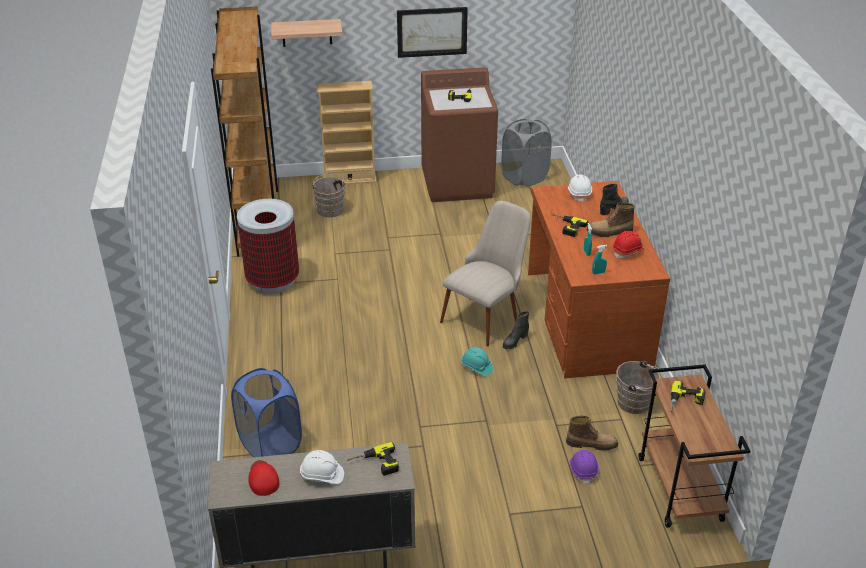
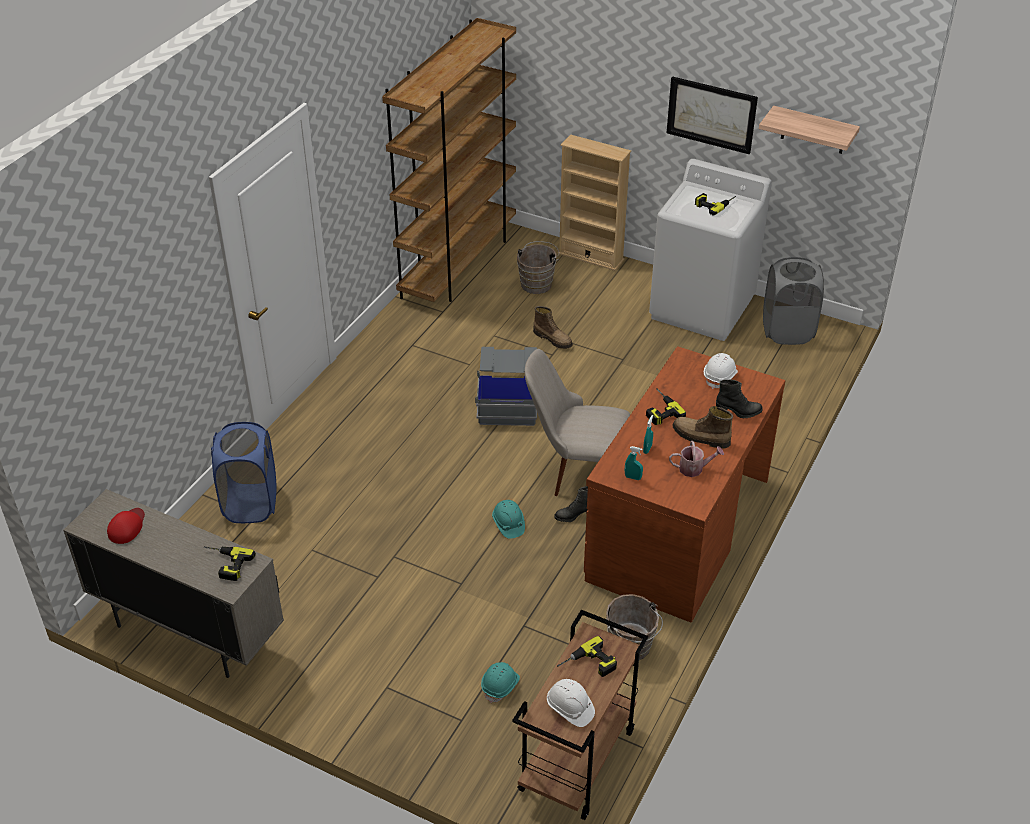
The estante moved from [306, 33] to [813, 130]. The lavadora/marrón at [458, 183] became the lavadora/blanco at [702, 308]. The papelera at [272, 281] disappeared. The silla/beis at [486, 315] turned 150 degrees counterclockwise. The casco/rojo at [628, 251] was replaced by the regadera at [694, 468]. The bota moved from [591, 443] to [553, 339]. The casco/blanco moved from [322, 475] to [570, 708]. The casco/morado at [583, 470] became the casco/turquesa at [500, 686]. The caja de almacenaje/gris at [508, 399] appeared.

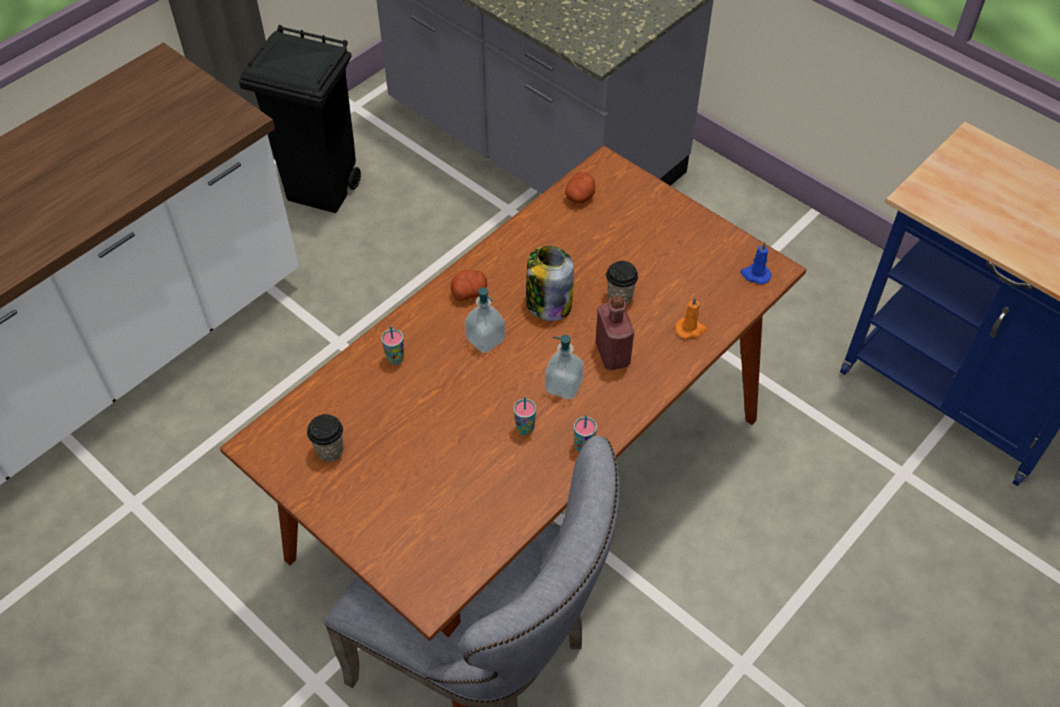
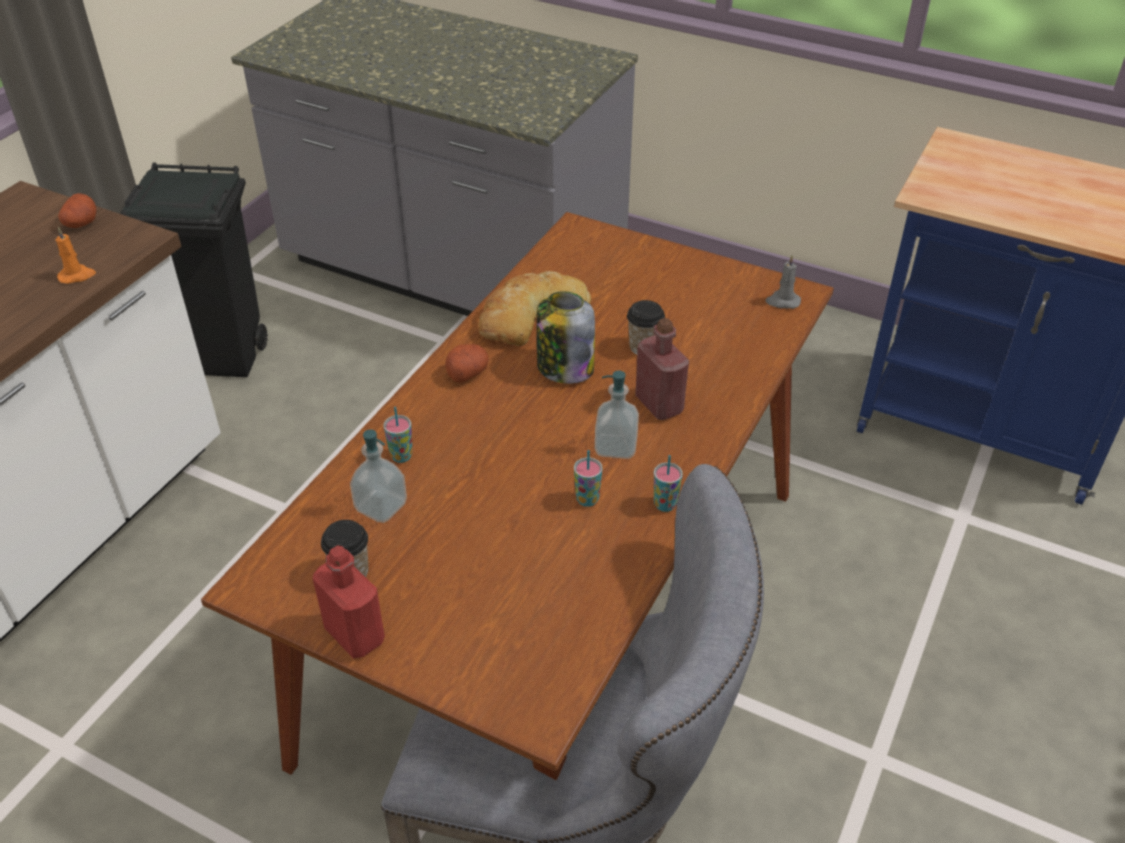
The patata moved from [580, 196] to [81, 223]. The vela/azul at [755, 275] became the vela/gris at [782, 301]. The dispensador de jabón moved from [485, 339] to [381, 507]. The vela/naranja moved from [690, 329] to [77, 276]. The pan at [530, 315] appeared. The botella/rojo at [355, 635] appeared.

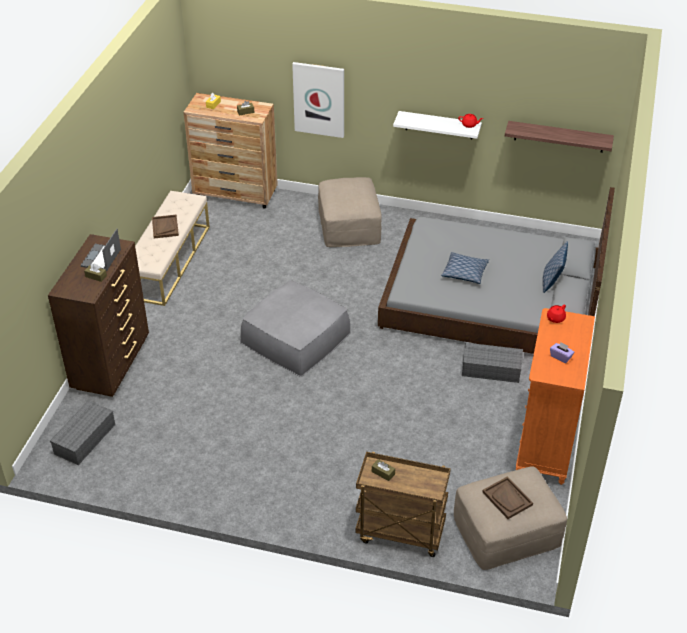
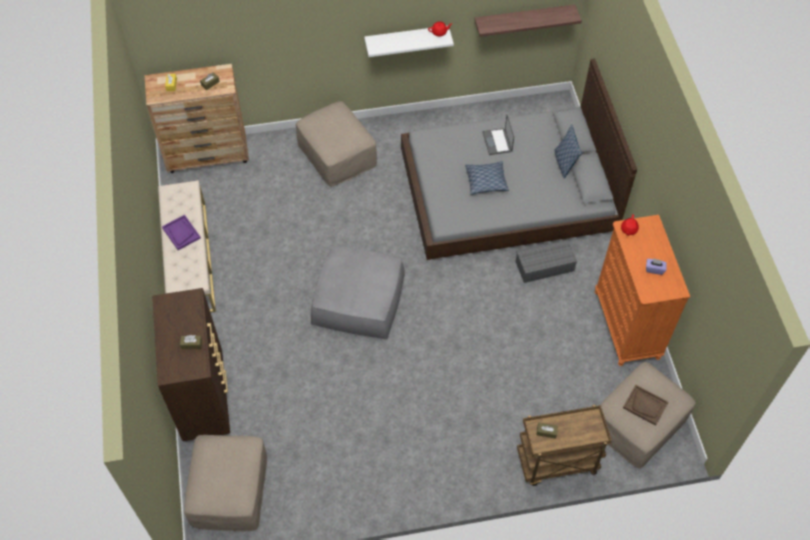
The cuadro at [319, 99] disappeared. The bandeja/marrón at [165, 227] became the bandeja/morado at [181, 233]. The portátil moved from [101, 258] to [497, 142]. The caja de almacenaje/gris at [85, 440] was replaced by the puf/beis at [229, 489].

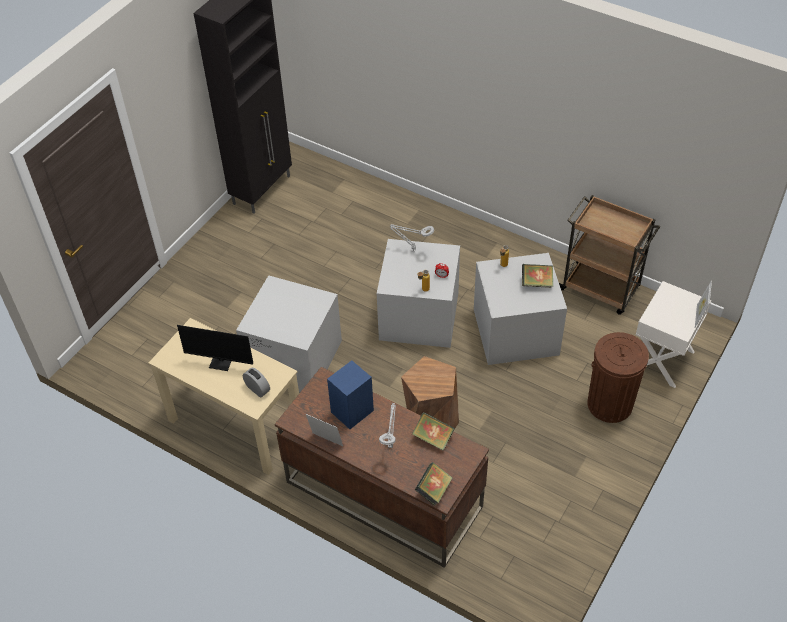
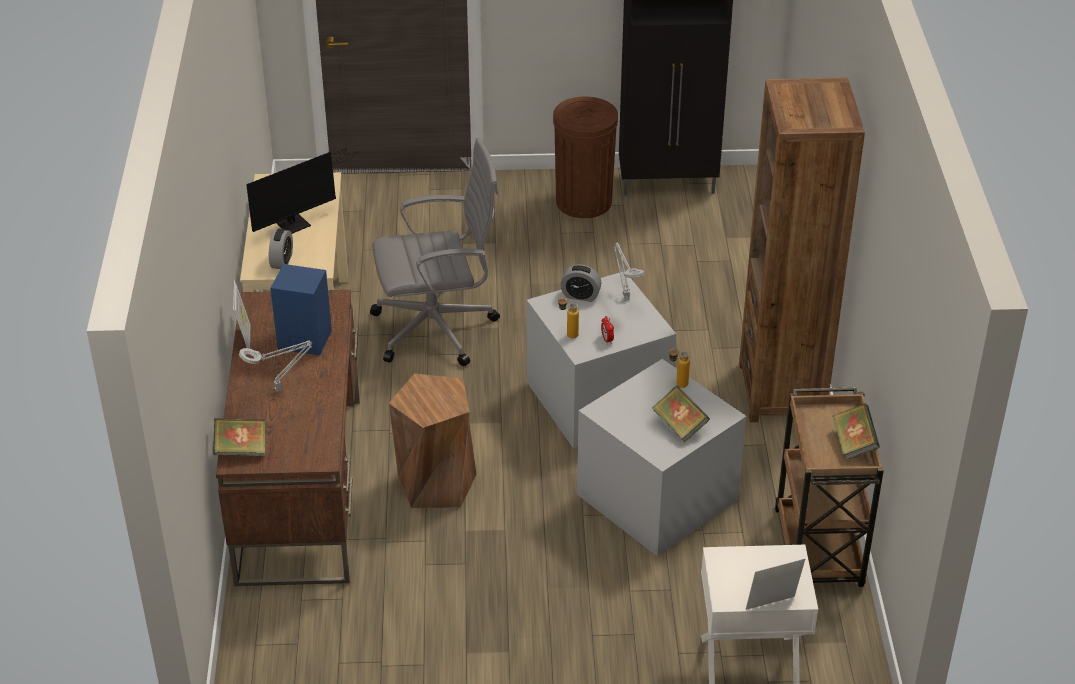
The caja de almacenaje/gris at [295, 357] was replaced by the silla de oficina/gris at [438, 328]. The monitor at [224, 363] turned 105 degrees counterclockwise. The papelera/marrón moved from [609, 404] to [583, 201]. The libro moved from [433, 438] to [853, 444]. The estantería/marrón at [782, 391] appeared. The despertador at [580, 296] appeared.

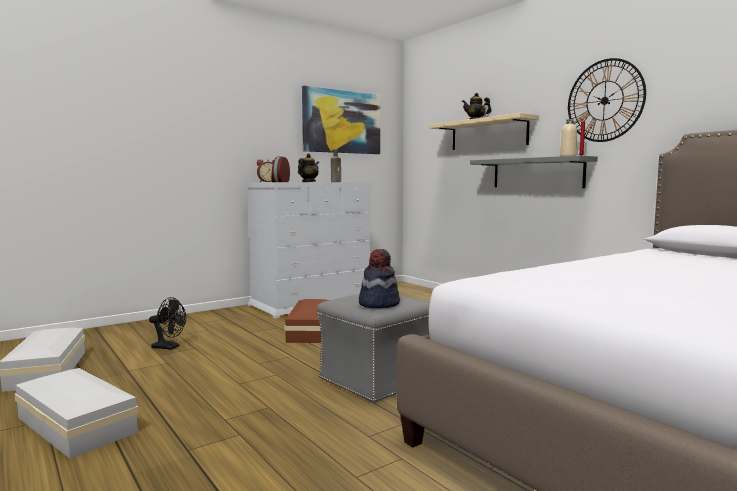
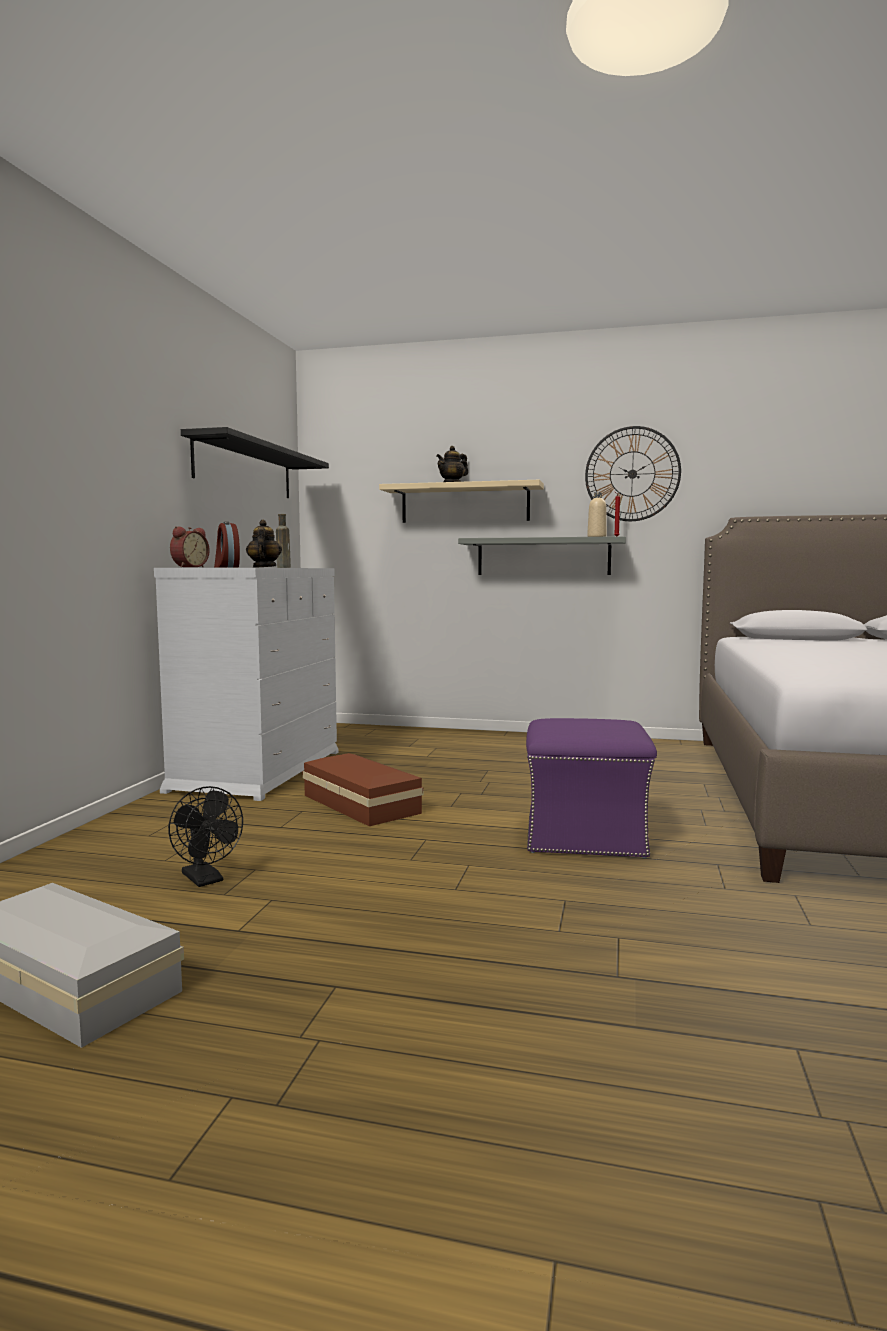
The cuadro at [342, 122] was replaced by the estante/negro at [245, 469]. The sombrero at [378, 304] disappeared. The puf/gris at [376, 380] became the puf/morado at [586, 836]. The ventilador/negro at [169, 347] turned 75 degrees clockwise. The caja de almacenaje/blanco at [77, 424] disappeared.

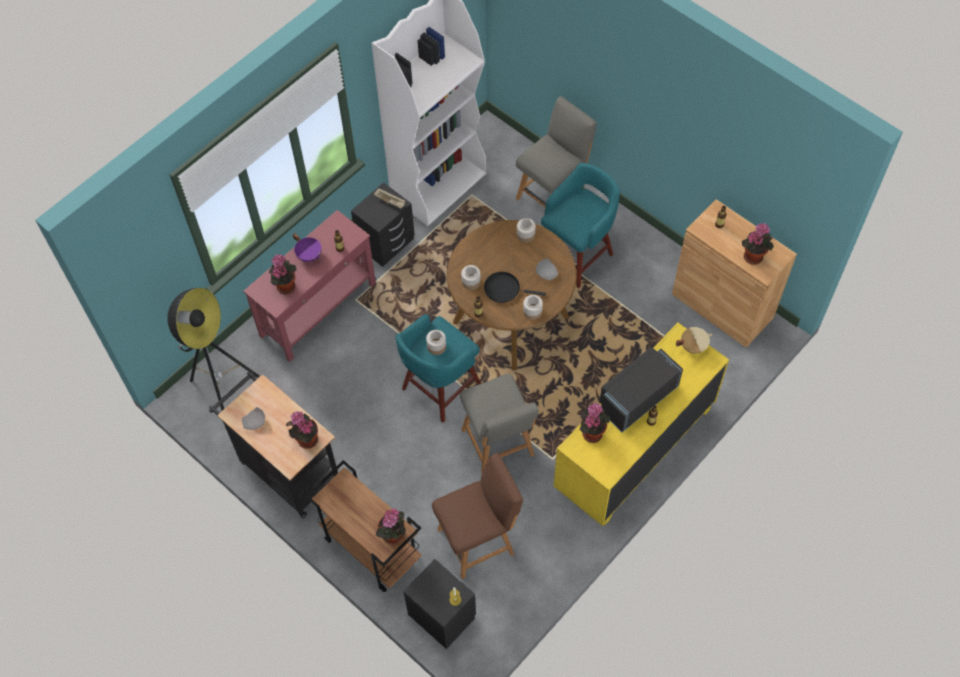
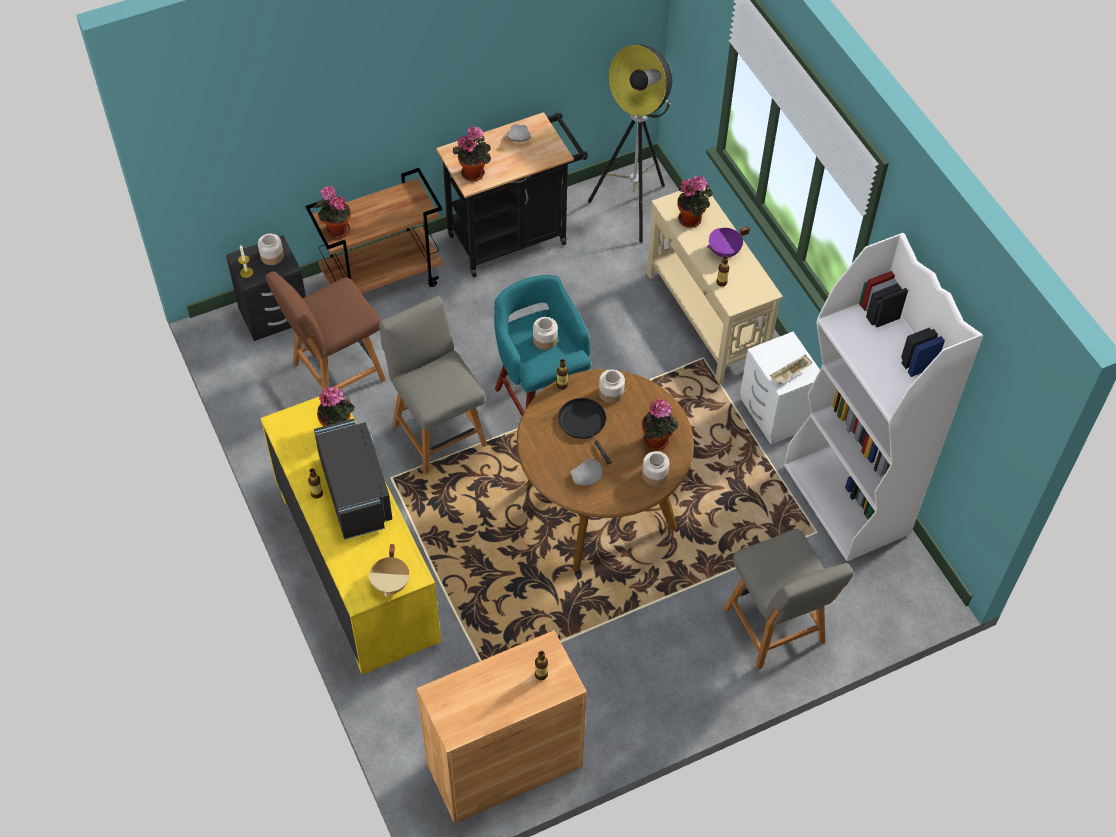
The taburete/turquesa at [577, 255] disappeared. The mesita de noche/negro at [385, 243] became the mesita de noche/blanco at [776, 413]. The mesa consola/rojo at [319, 309] became the mesa consola/beis at [705, 320]. The planta en maceta moved from [753, 255] to [658, 441]. The sartén/negro at [504, 289] turned 60 degrees counterclockwise. The tarro moved from [532, 312] to [272, 256]. The silla/gris at [498, 445] turned 60 degrees clockwise. The silla/marrón at [478, 540] turned 60 degrees clockwise.

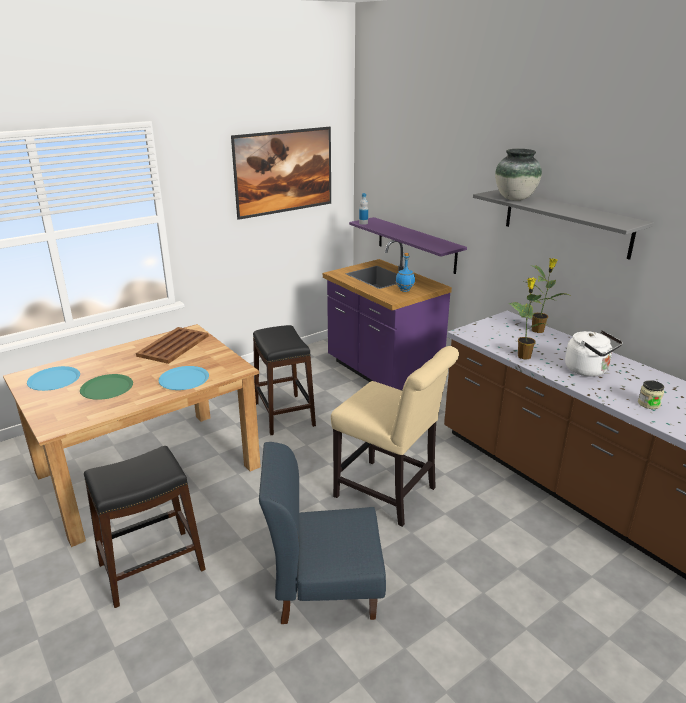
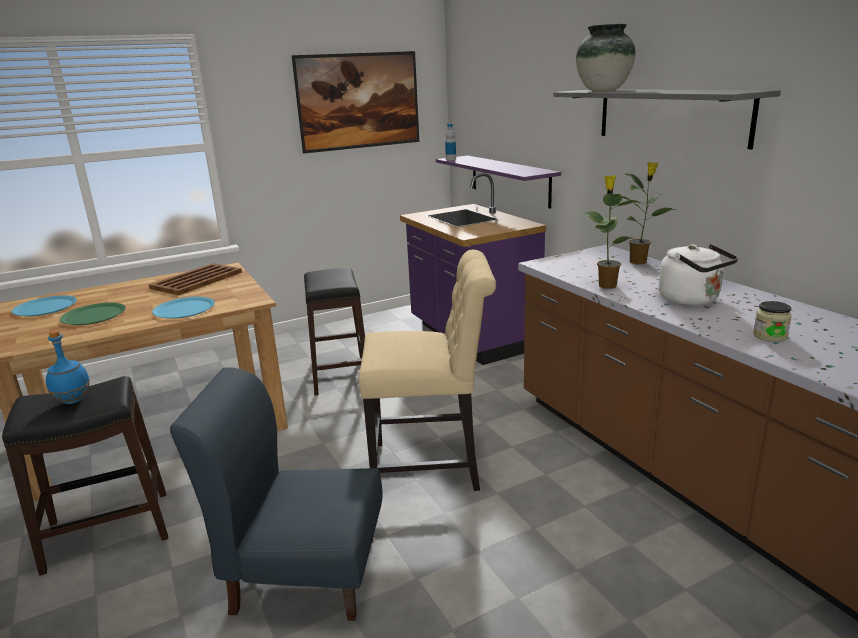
The botella/azul moved from [405, 290] to [74, 400]. The silla/beis at [390, 494] turned 45 degrees counterclockwise.

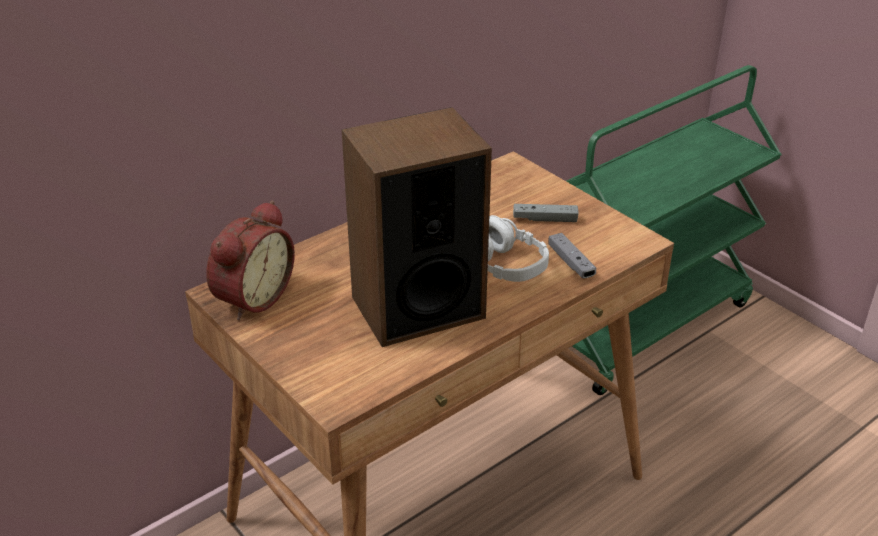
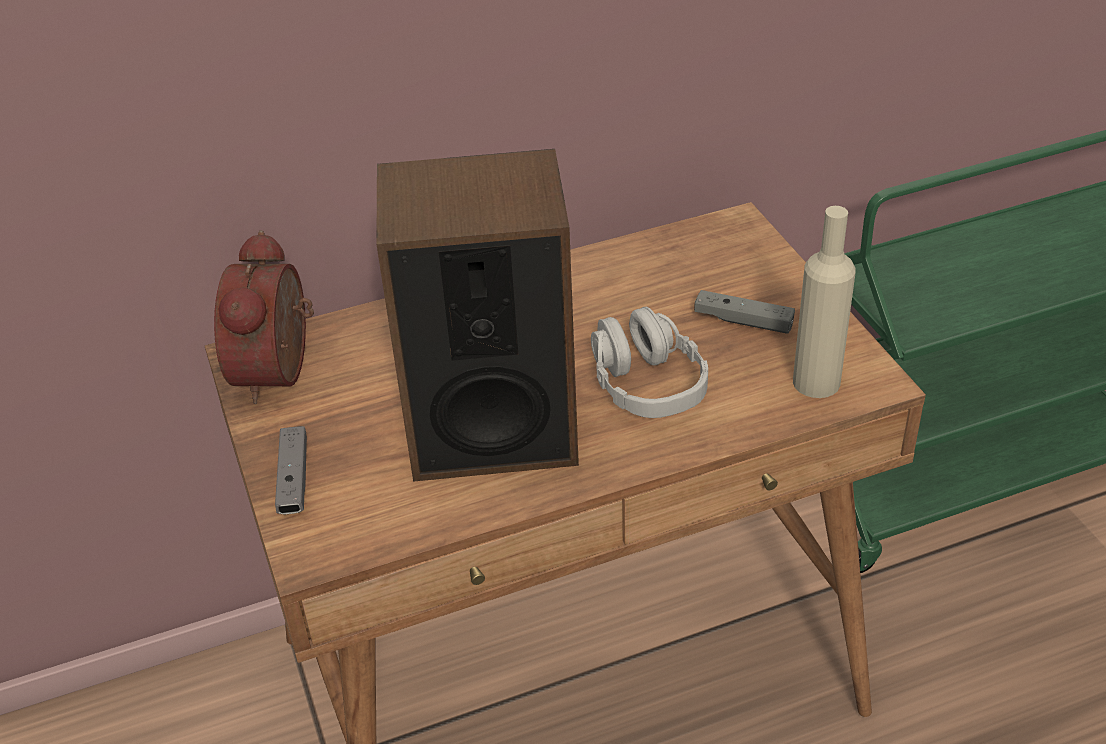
The despertador at [251, 297] turned 135 degrees clockwise. The mando de consola/gris moved from [571, 263] to [294, 480]. The botella/beis at [816, 382] appeared.

